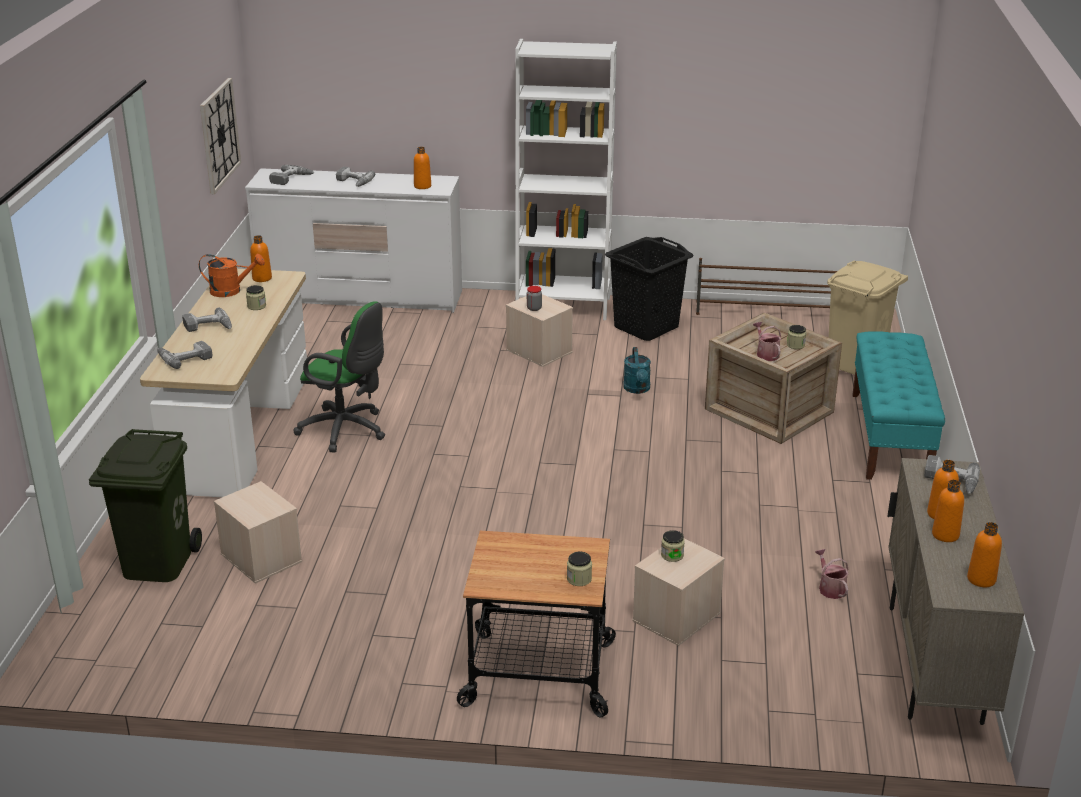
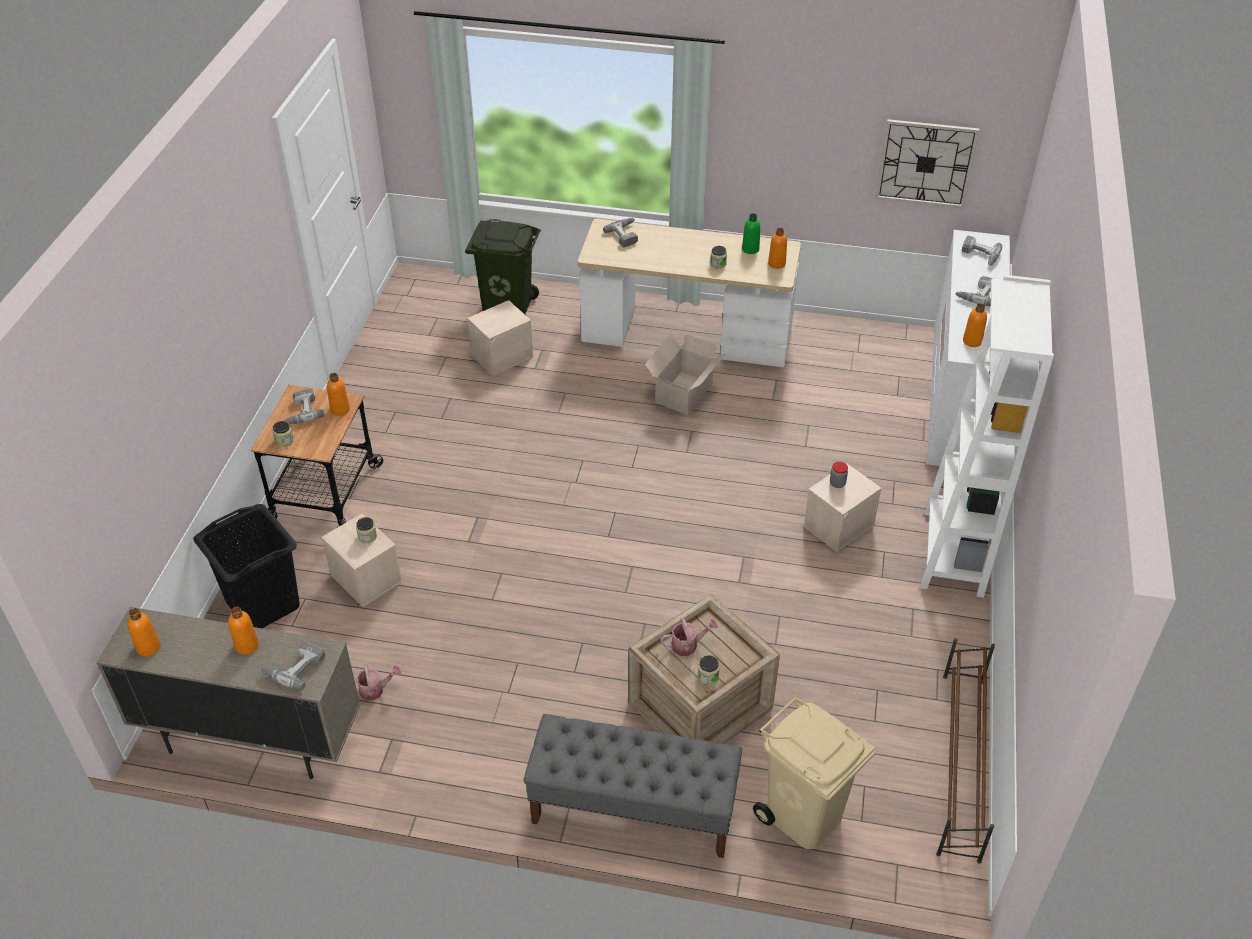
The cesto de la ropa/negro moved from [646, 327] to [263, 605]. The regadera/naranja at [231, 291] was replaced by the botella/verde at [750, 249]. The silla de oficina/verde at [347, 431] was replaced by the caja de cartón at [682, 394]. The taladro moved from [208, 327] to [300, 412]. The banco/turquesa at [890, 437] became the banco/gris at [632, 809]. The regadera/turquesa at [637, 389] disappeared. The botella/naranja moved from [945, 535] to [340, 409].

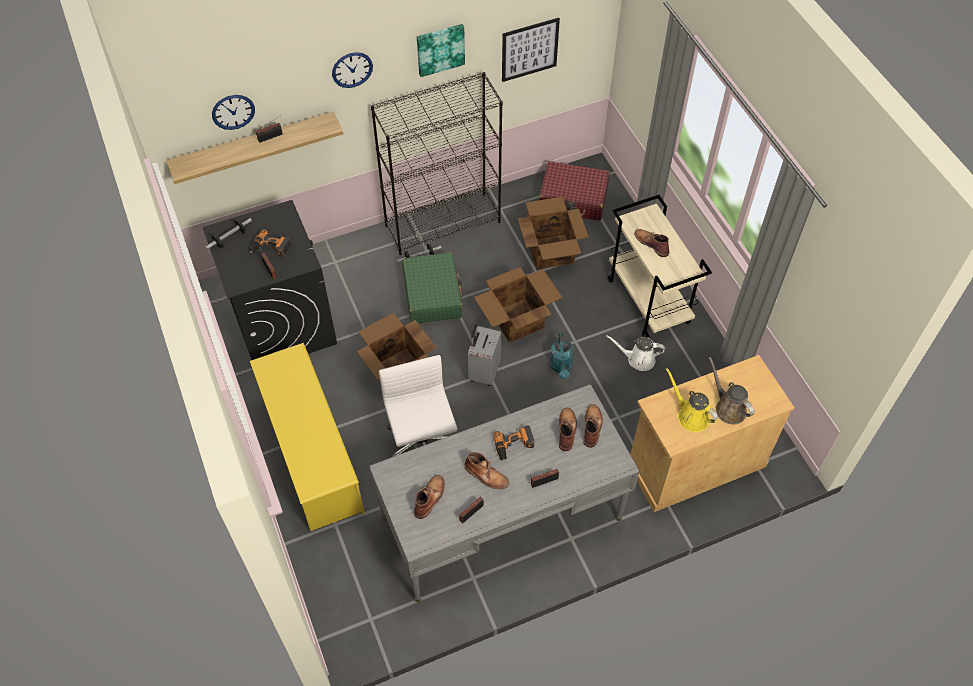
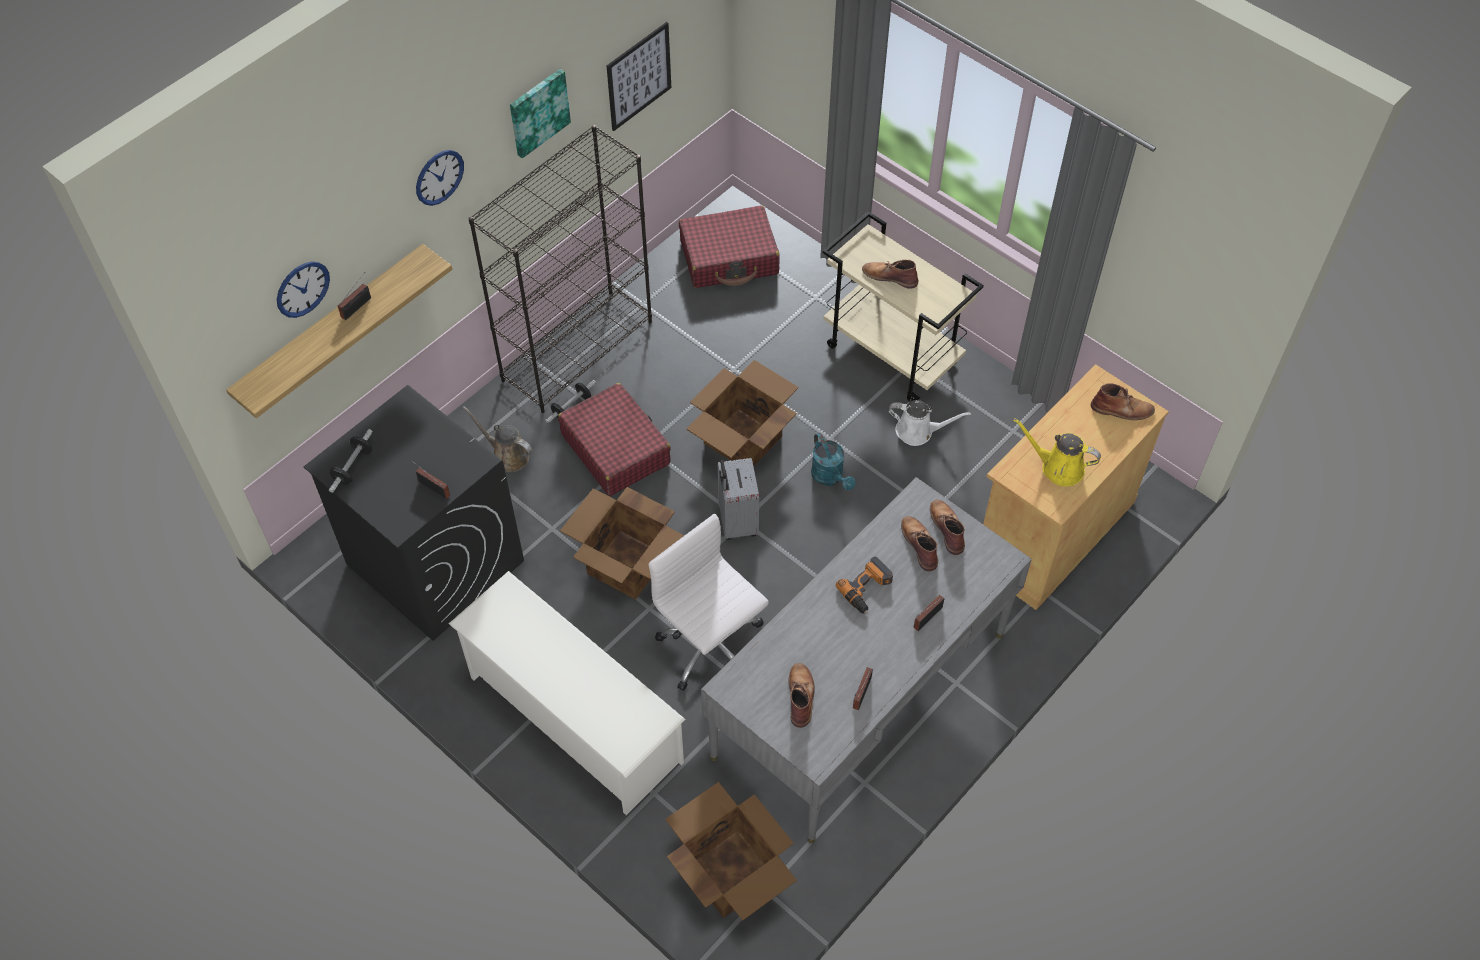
The caja de cartón moved from [551, 251] to [730, 871]. The taladro at [270, 248] disappeared. The maleta/verde at [432, 295] became the maleta/rojo at [615, 448]. The regadera/blanco at [638, 359] turned 150 degrees counterclockwise. The zapatero/amarillo at [312, 455] became the zapatero/blanco at [573, 718]. The regadera/marrón moved from [728, 408] to [507, 455]. The bota/marrón moved from [486, 475] to [1122, 409].

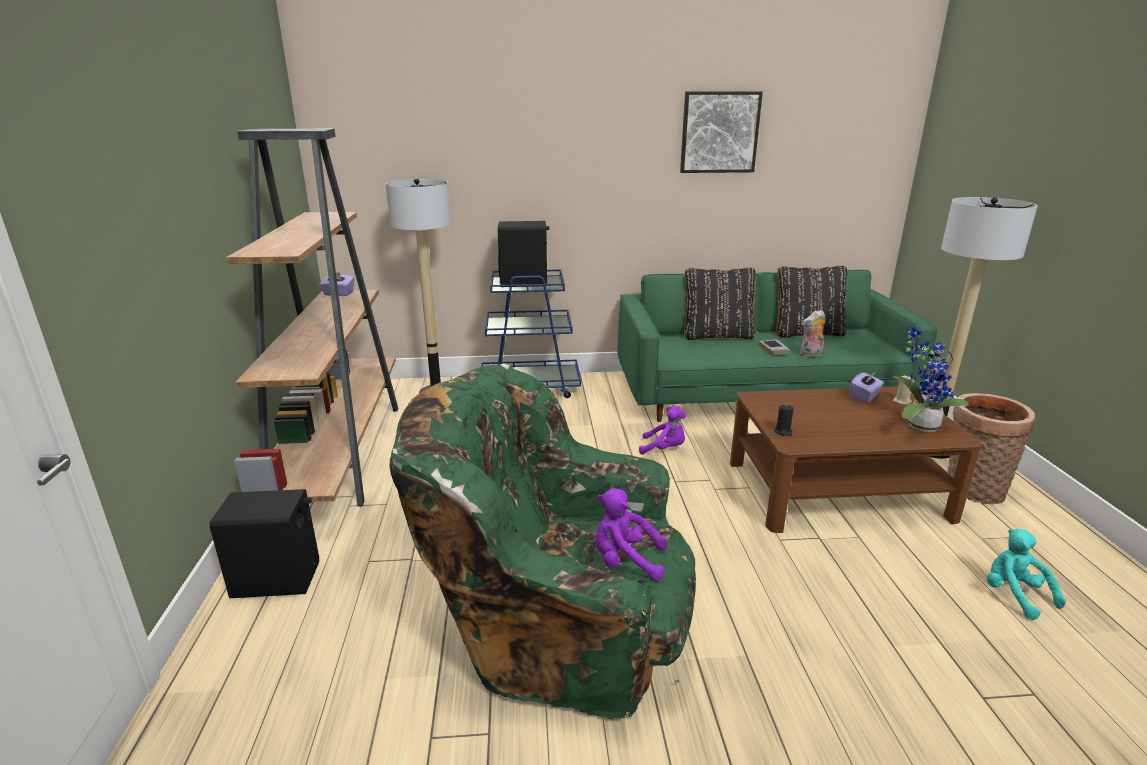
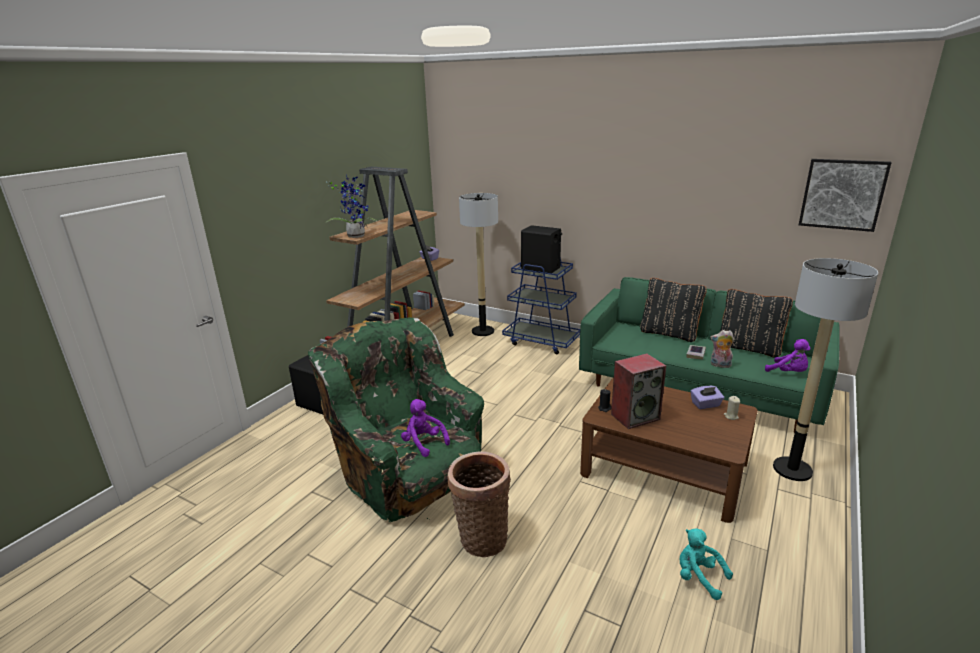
The cuadro moved from [719, 132] to [842, 194]. The planta en maceta moved from [918, 425] to [356, 235]. The cesta moved from [971, 489] to [481, 537]. The peluche/morado moved from [664, 449] to [788, 373]. The peluche/turquesa at [1014, 595] turned 60 degrees counterclockwise. The altavoz at [635, 416] appeared.

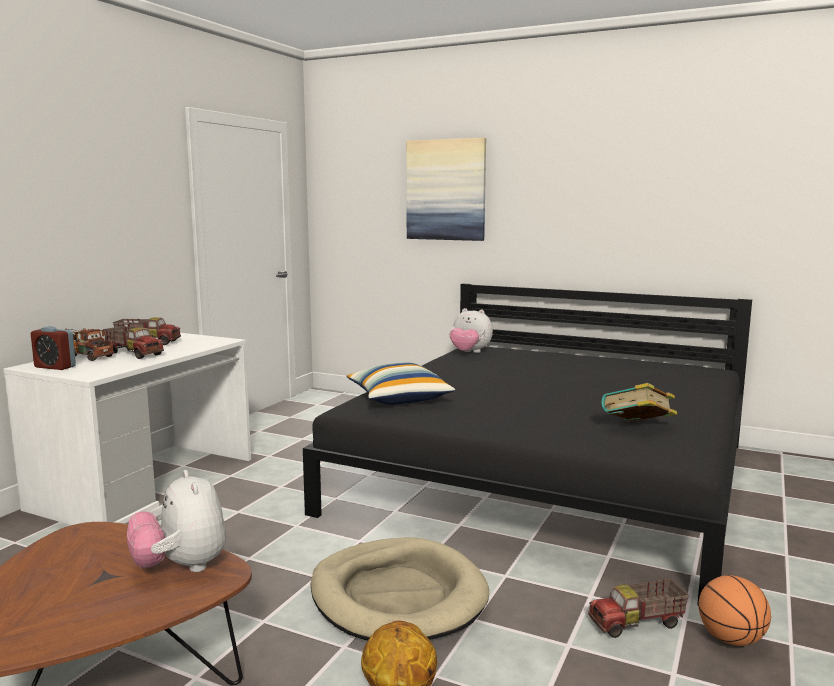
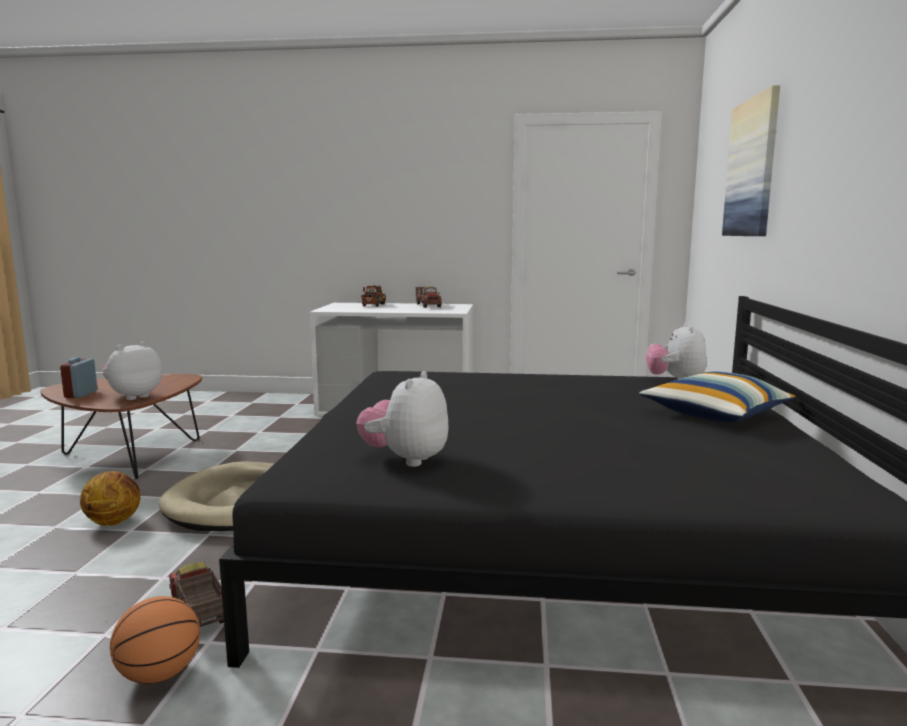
The despertador moved from [55, 367] to [81, 394]. The camión de juguete at [134, 354] disappeared. The cojín moved from [398, 398] to [714, 414]. The libro at [637, 429] was replaced by the peluche at [406, 459].

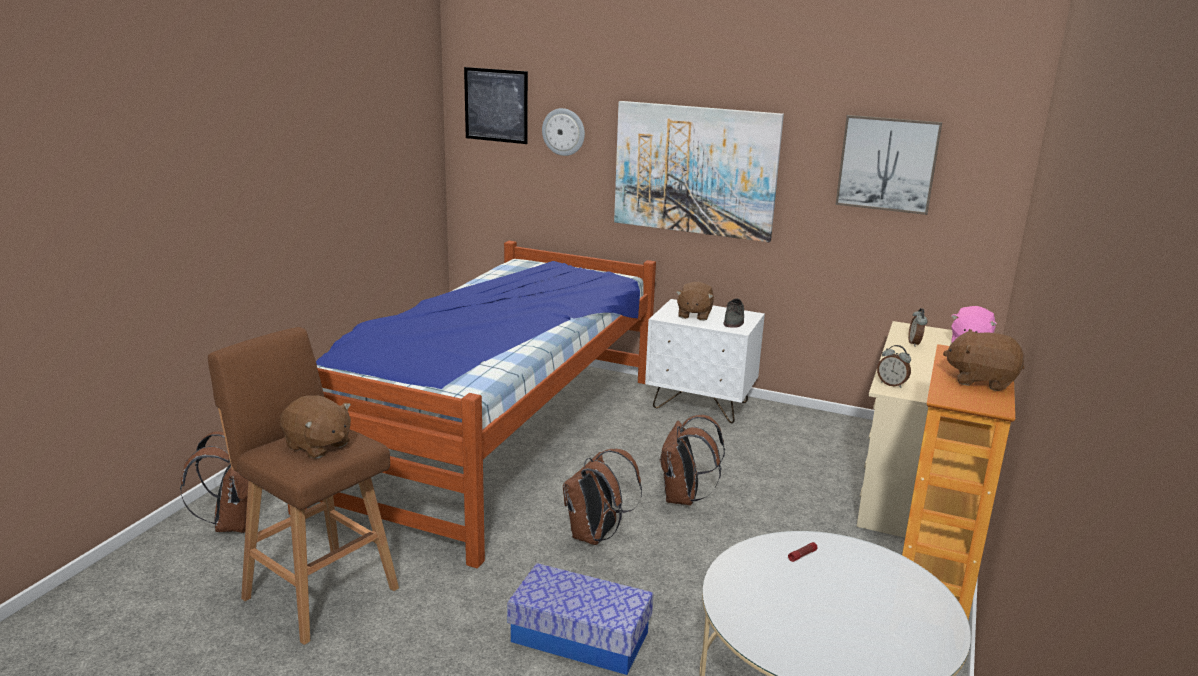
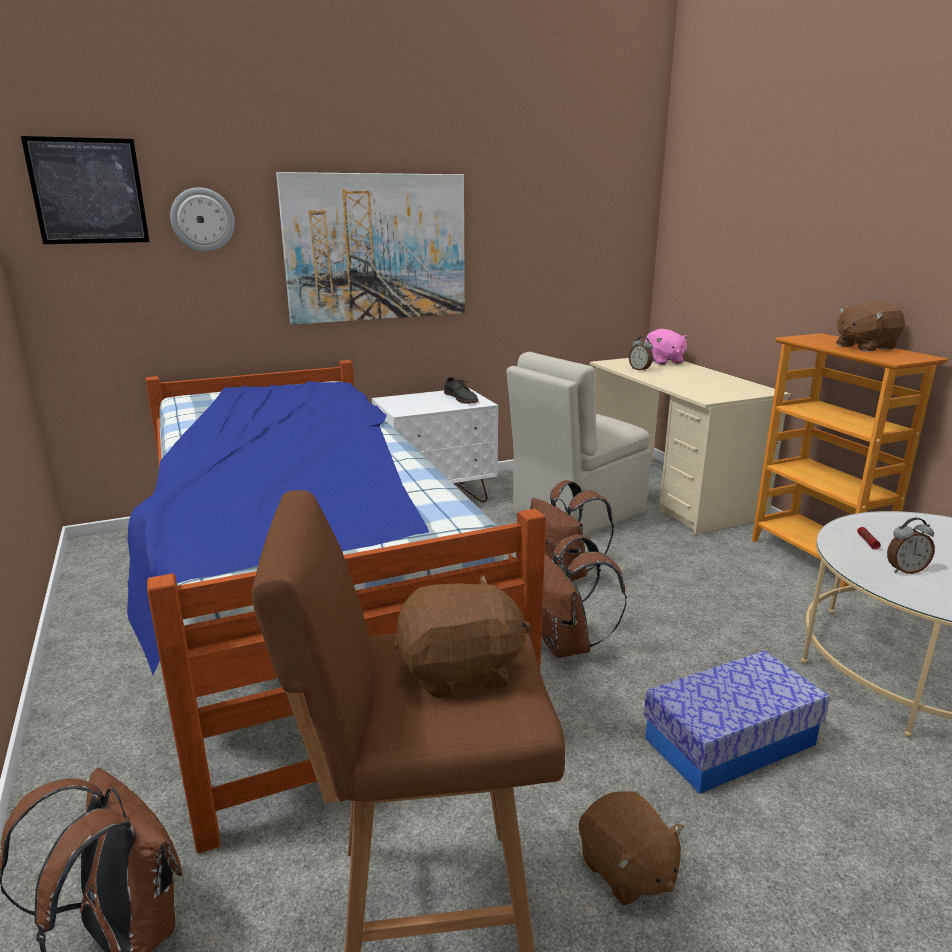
The cuadro at [887, 164] disappeared. The peluche/marrón moved from [694, 315] to [626, 870]. The despertador moved from [892, 384] to [905, 570]. The silla/beis at [575, 513] appeared.

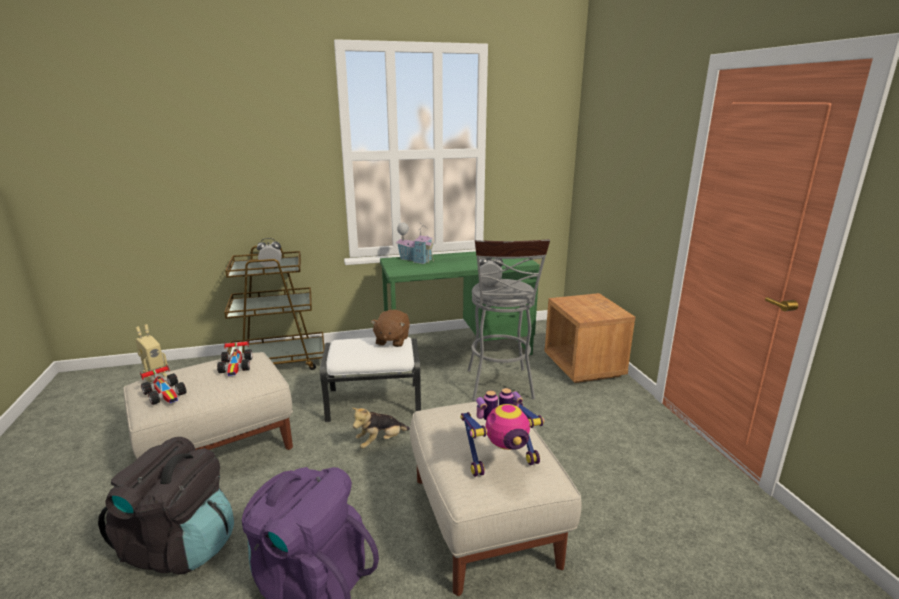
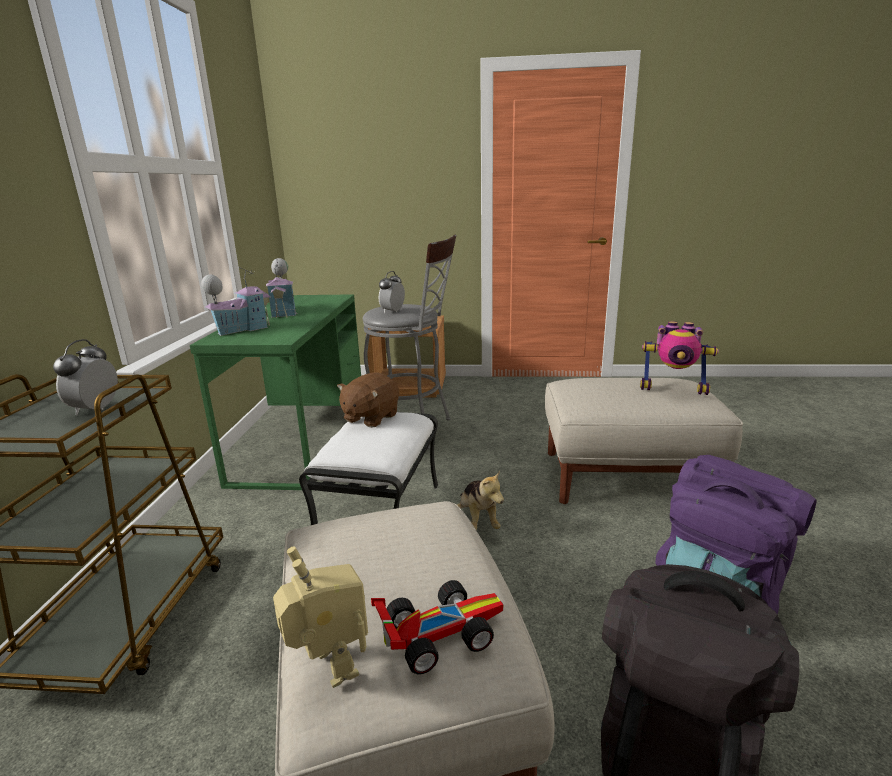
The peluche/marrón at [392, 340] turned 90 degrees clockwise. The coche de juguete at [237, 366] disappeared. The robot de juguete at [502, 462] turned 105 degrees clockwise. The casita at [284, 312] appeared.

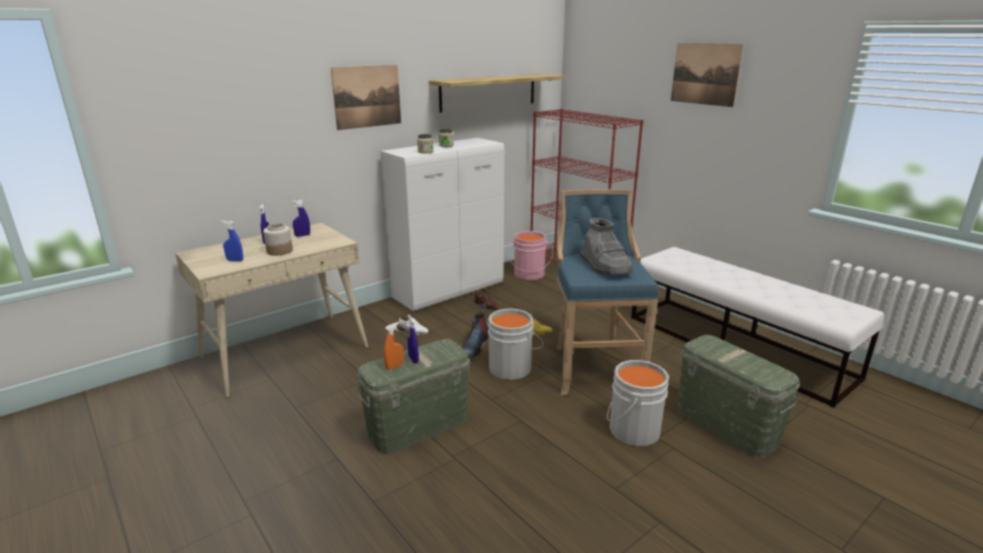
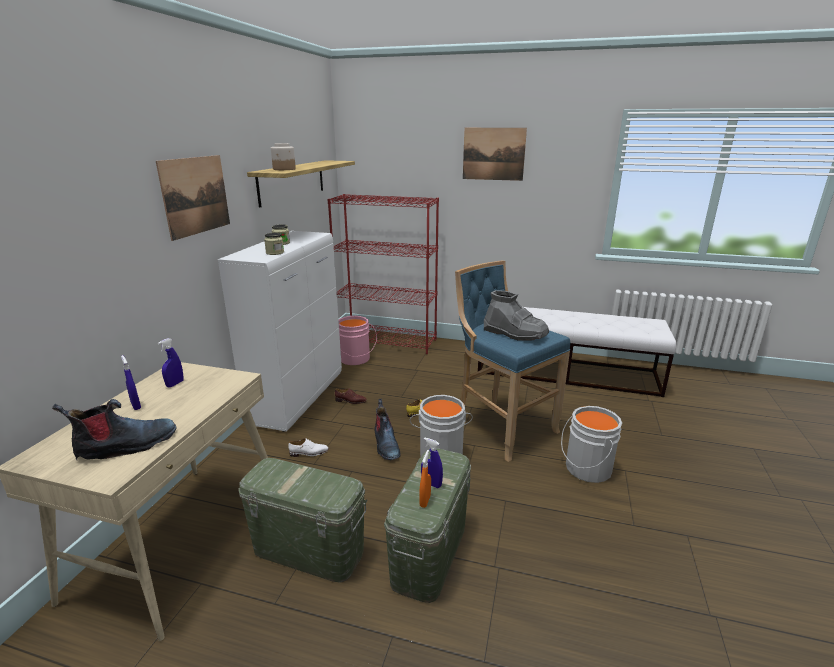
The pulverizador/azul at [235, 260] was replaced by the bota at [126, 446]. The tarro moved from [279, 251] to [284, 169]. The caja de almacenaje/verde moved from [725, 426] to [308, 551].

